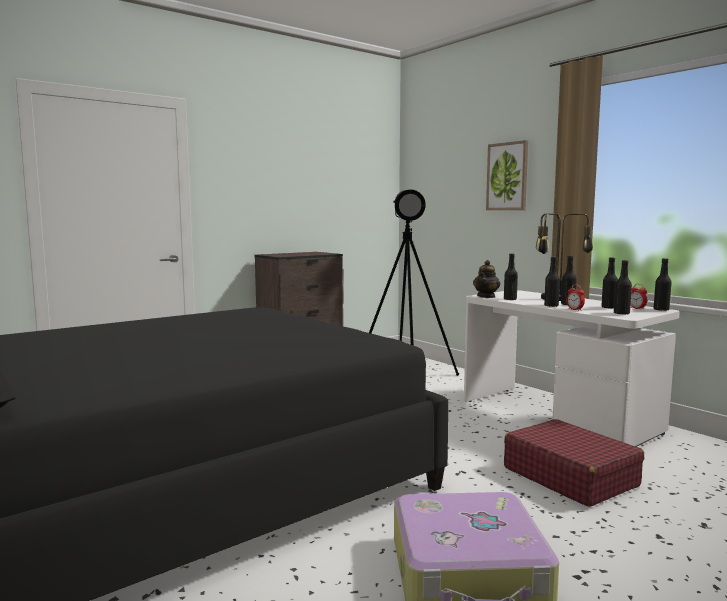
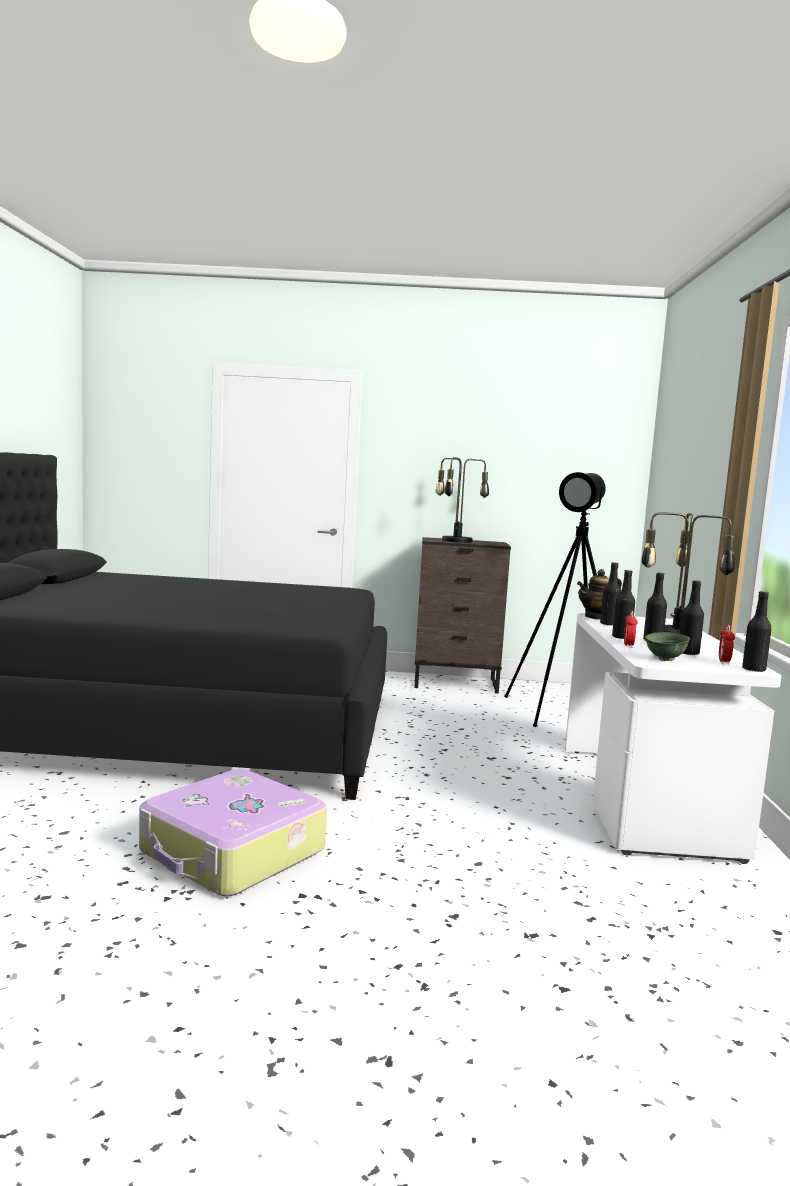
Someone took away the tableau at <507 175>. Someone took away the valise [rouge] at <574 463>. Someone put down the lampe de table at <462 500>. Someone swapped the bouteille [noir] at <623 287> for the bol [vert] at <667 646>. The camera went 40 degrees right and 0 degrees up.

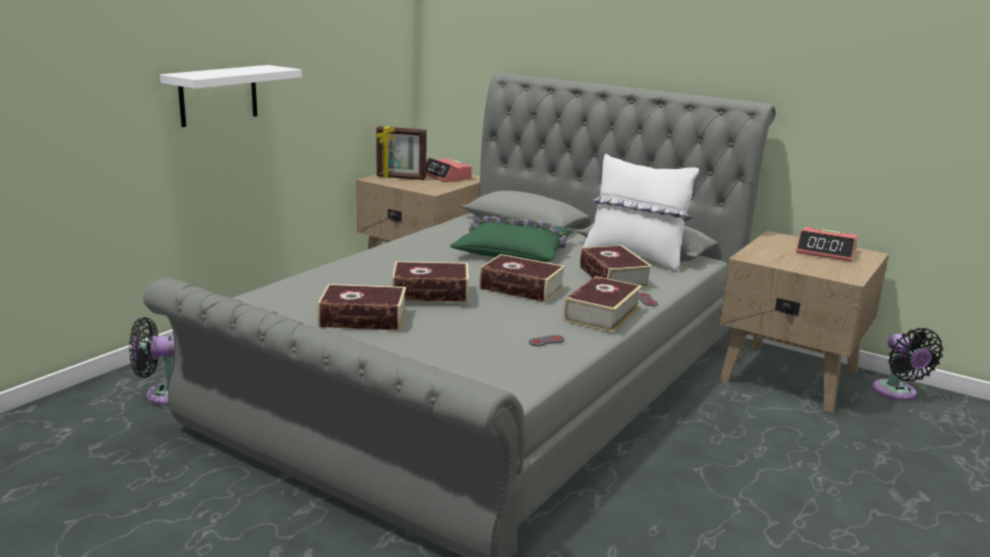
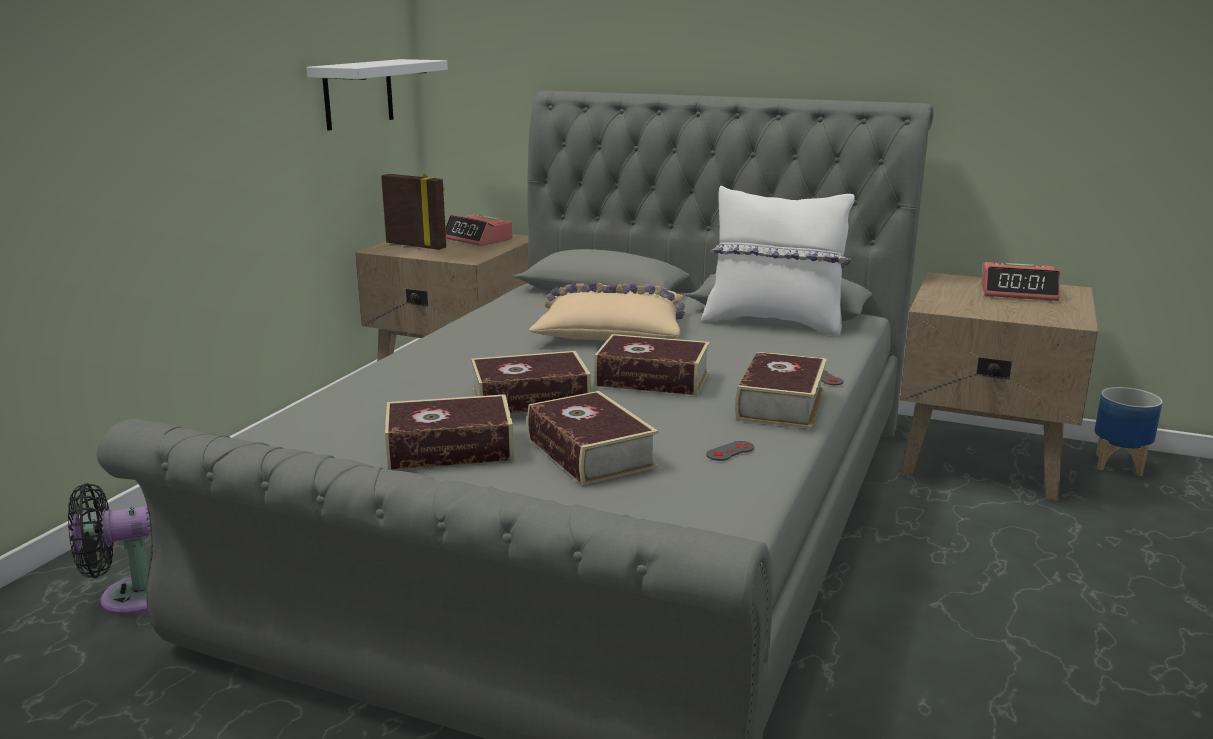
Someone carried the étagère [blanc] from <231 96> to <377 95>. Someone carried the livre from <616 266> to <592 438>. Someone swapped the ventilateur [noir] at <907 364> for the cache-pot at <1129 431>. Someone repainted the coussin [vert] at <511 239>, which became the coussin [beige] at <607 311>. Someone rotated the cadre photo at <401 153> by 150 degrees counterclockwise. The camera went 10 degrees left and 0 degrees up.

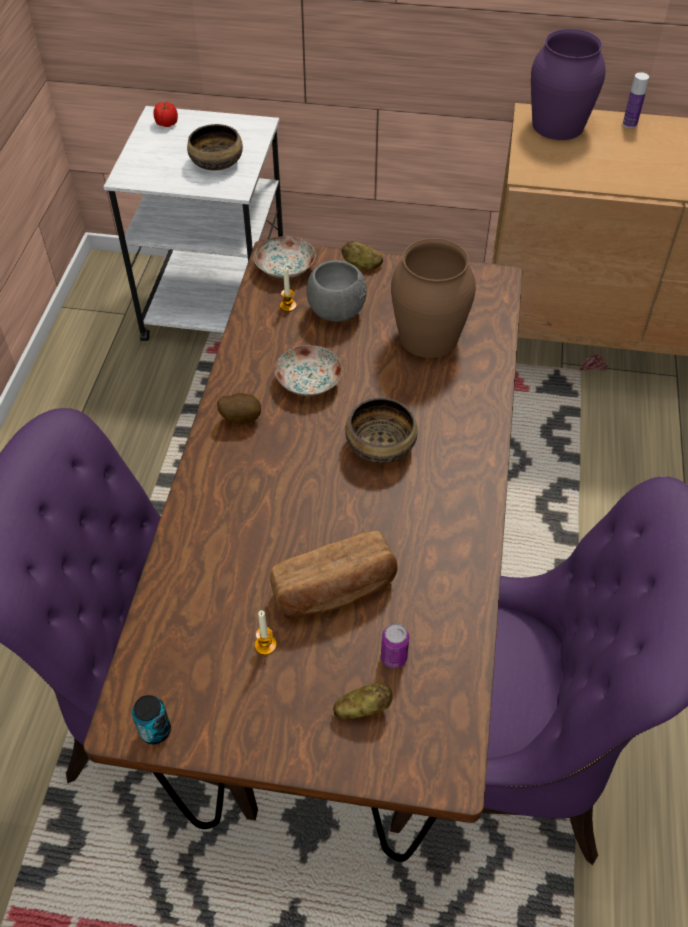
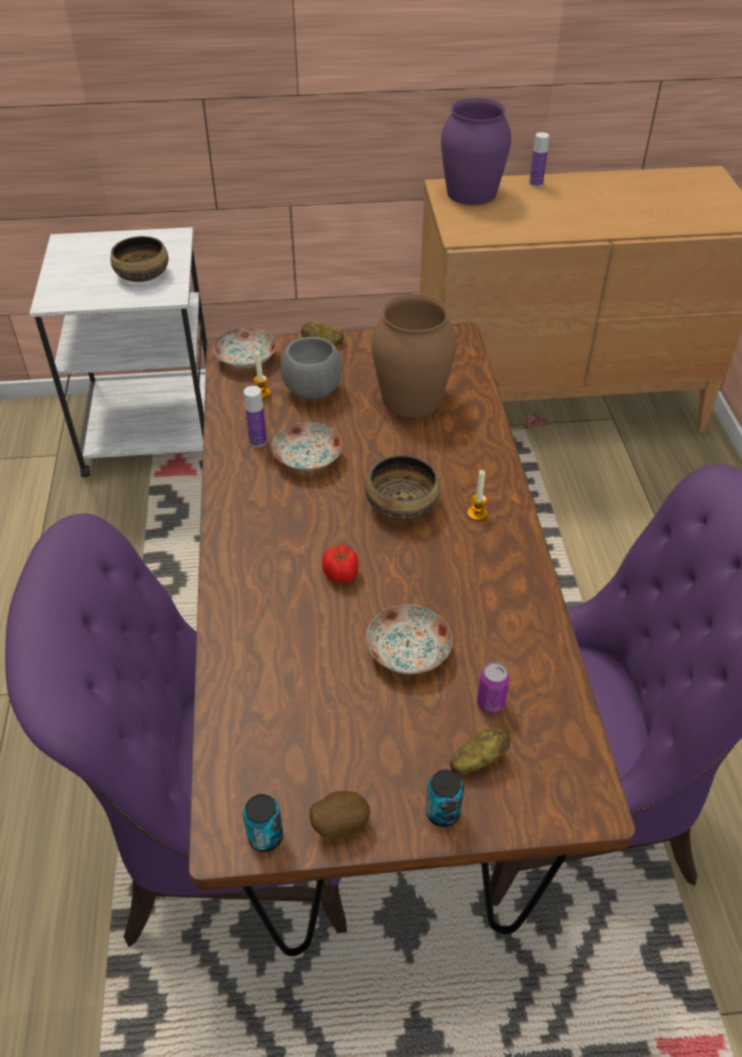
Someone put down the bouteille at <255 416>. Someone put down the boîte métallique at <445 798>. Someone carried the tomate from <166 114> to <340 564>. Someone carried the pomme de terre from <239 408> to <339 815>. Someone carried the bougie from <266 632> to <477 495>. Someone swapped the pain at <333 574> for the assiette at <409 639>. The camera went 15 degrees left and 5 degrees down.

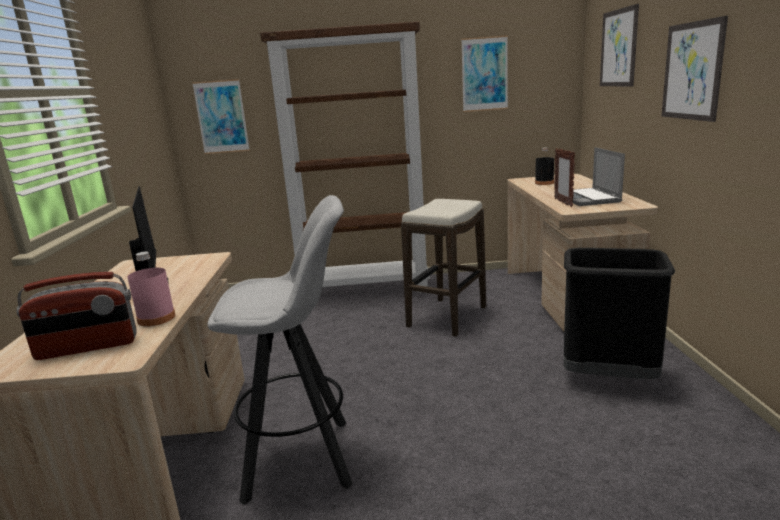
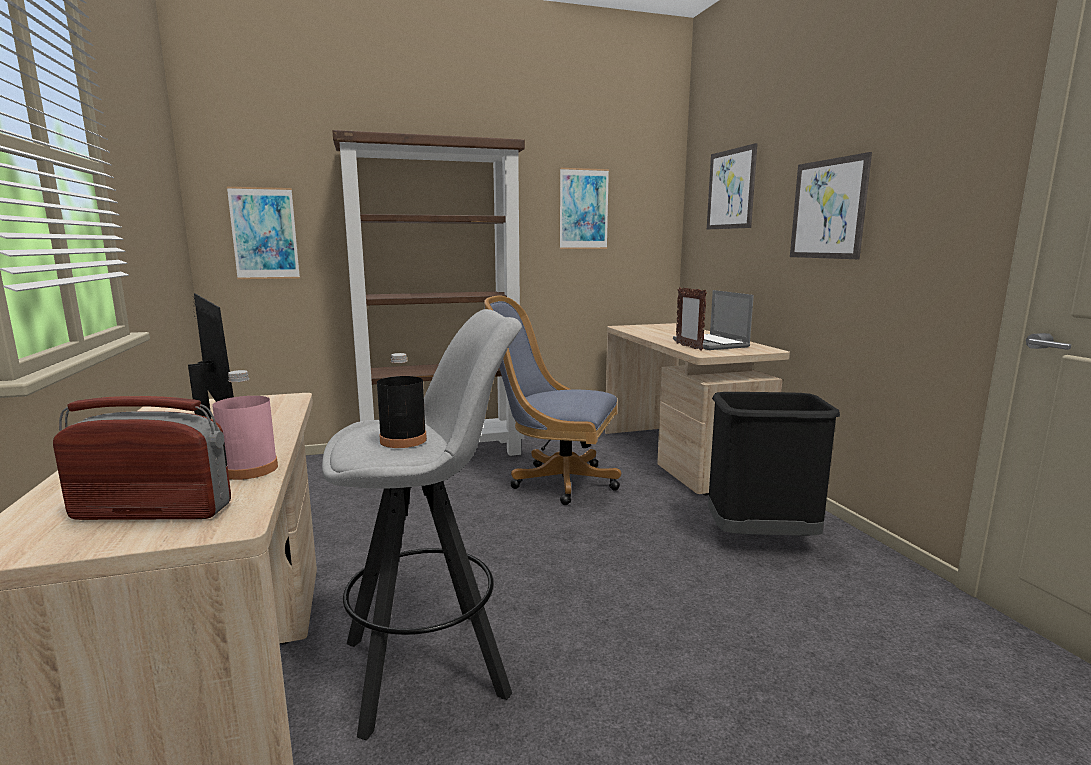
Someone carried the bouteille [noir] from <544 166> to <402 400>. Someone swapped the tabouret at <443 268> for the chaise de bureau [bleu] at <552 400>. Someone rotated the radio at <76 316> by 150 degrees counterclockwise. The camera went 15 degrees left and 5 degrees down.

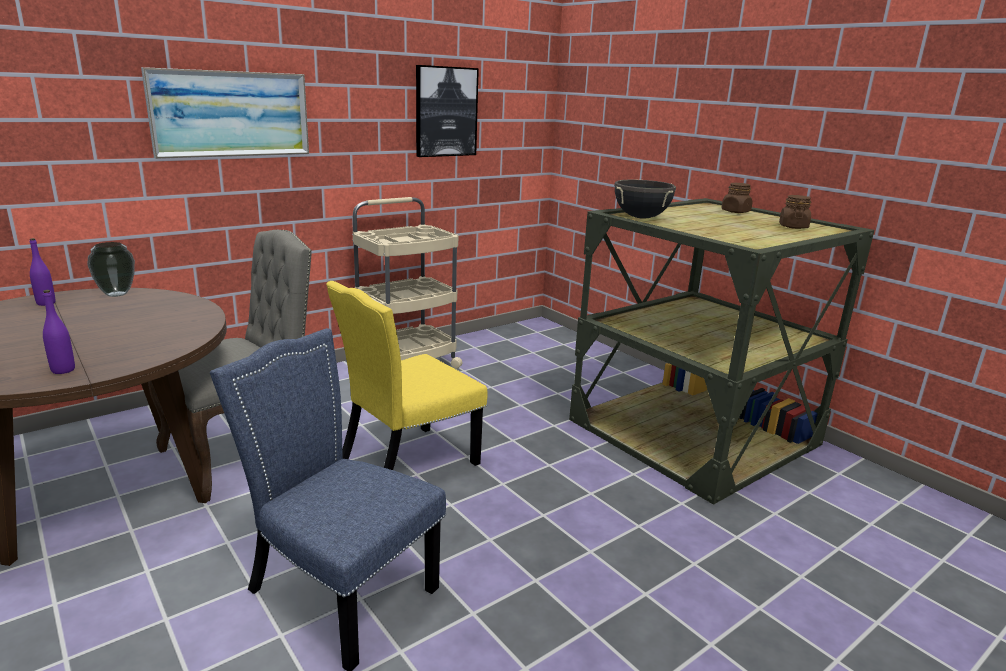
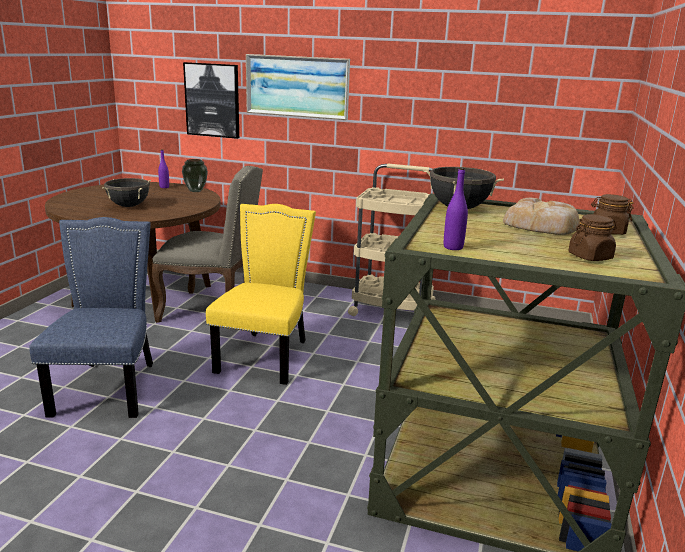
Someone put down the marmite [noir] at <126 192>. Someone put down the pain at <541 216>. Someone carried the bouteille [violet] from <59 332> to <456 208>. Someone carried the tableau from <447 111> to <211 100>. Someone rotated the chaise [jaune] at <406 375> by 90 degrees clockwise. The camera went 55 degrees right and 0 degrees up.

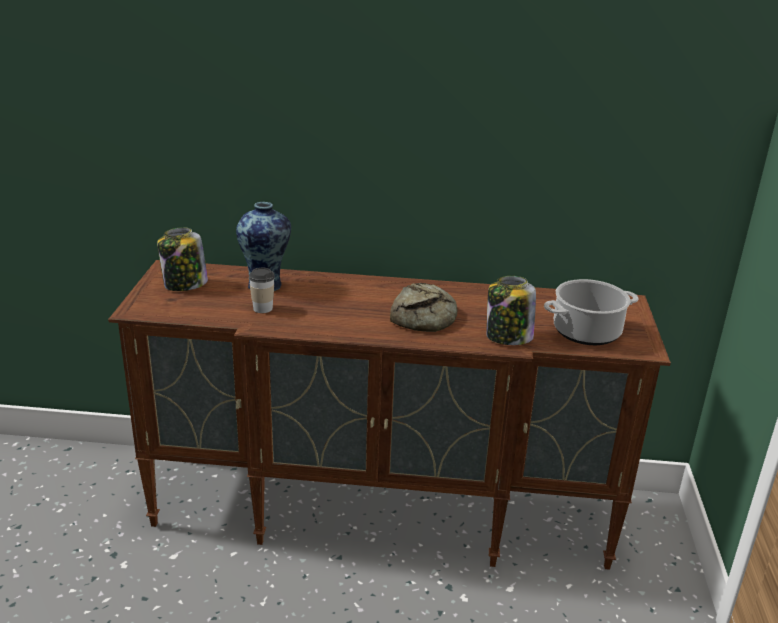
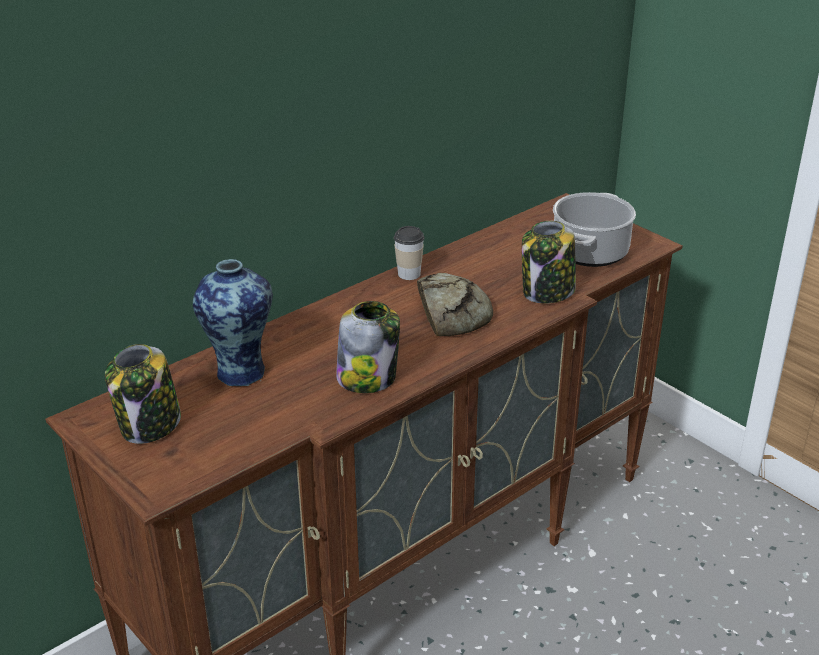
Someone put down the bocal at <368 347>. Someone carried the tasse from <262 290> to <409 253>. The camera went 45 degrees left and 5 degrees up.

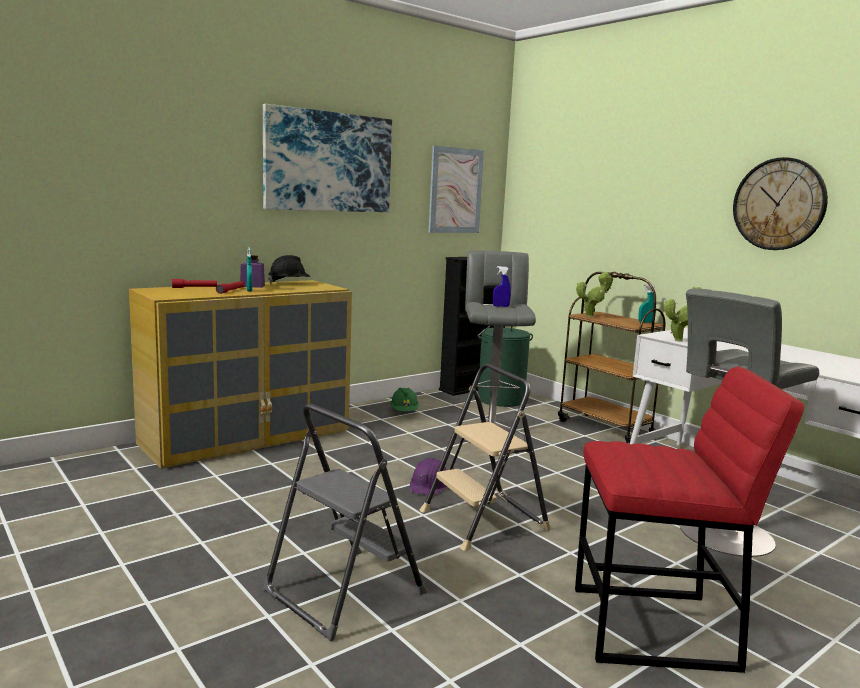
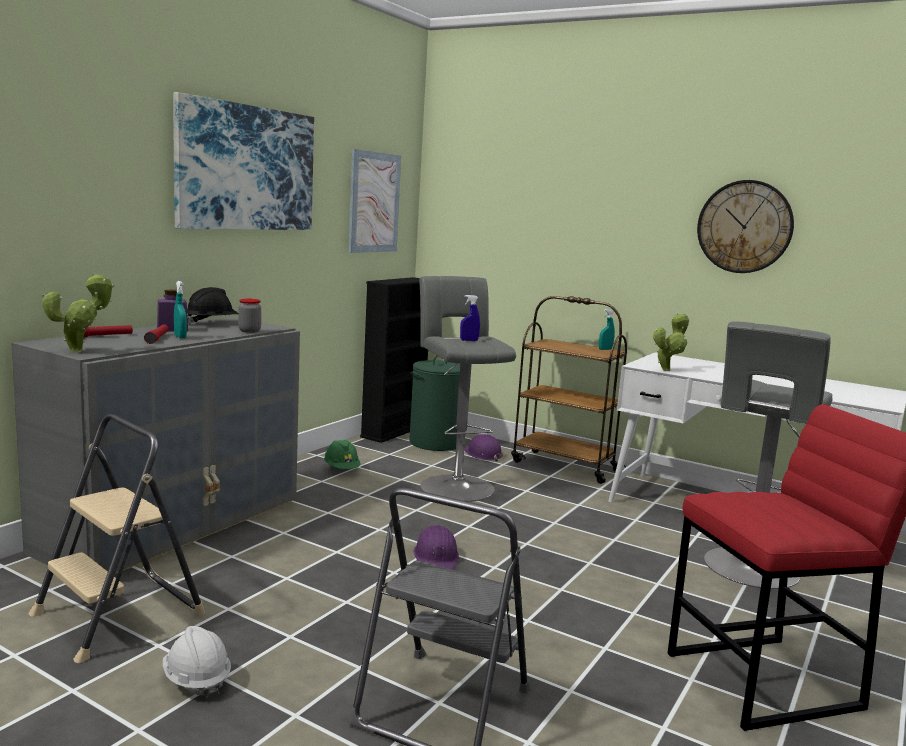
Someone put down the casque de chantier [blanc] at <197 662>. Someone put down the bocal at <249 316>. Someone put down the casque de chantier [violet] at <483 447>. Someone carried the escabeau [beige] from <485 457> to <116 538>. Someone carried the plante en pot from <594 294> to <78 313>. Someone repainted the meuble de rangement [jaune] at <240 374>, which became the meuble de rangement [gris] at <156 445>. The camera went 20 degrees left and 0 degrees up.

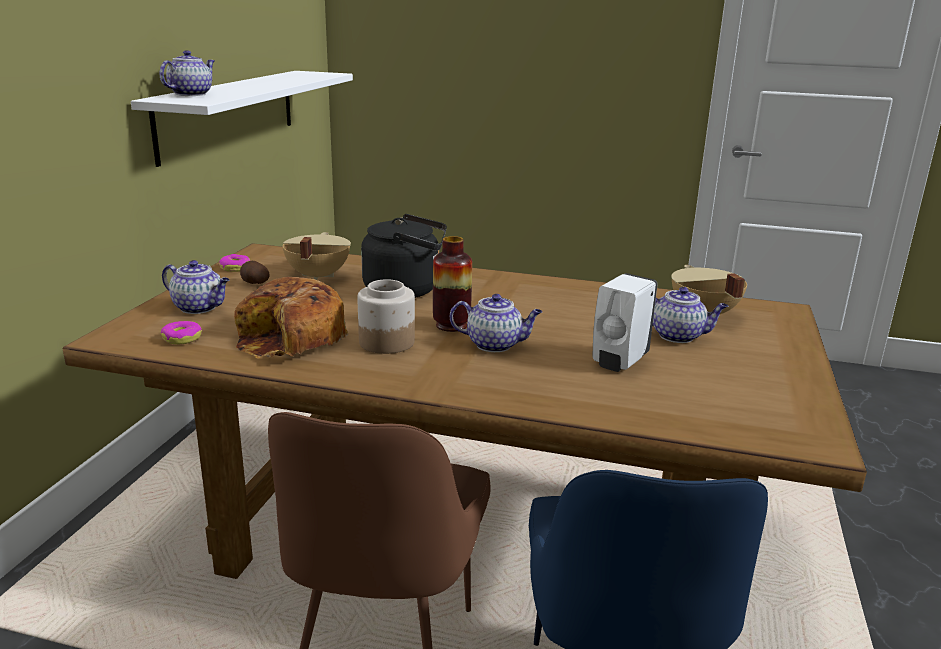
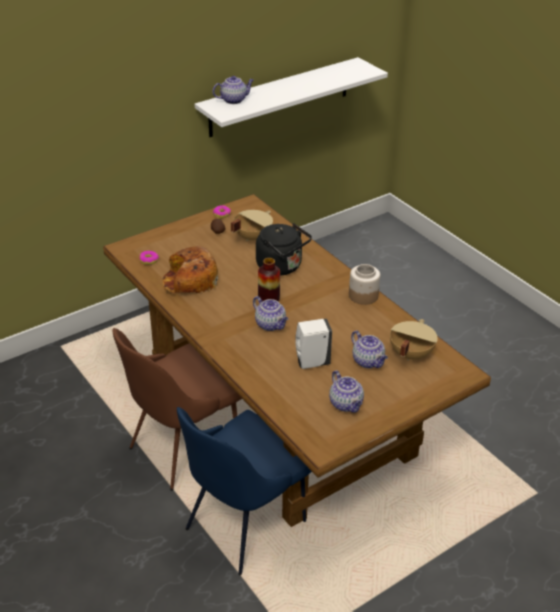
Someone carried the théière from <196 287> to <346 391>. Someone carried the bocal from <386 316> to <364 284>. The camera went 40 degrees right and 15 degrees up.

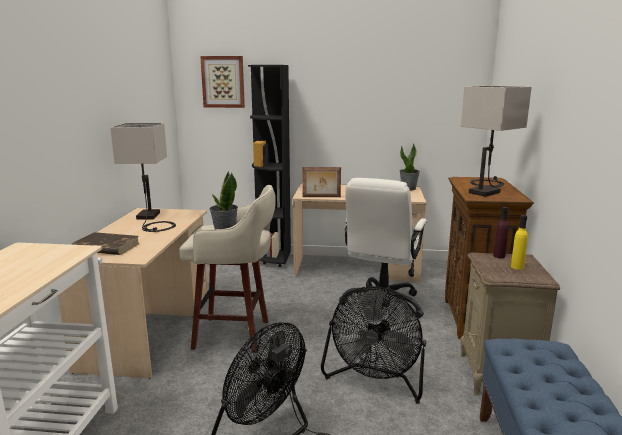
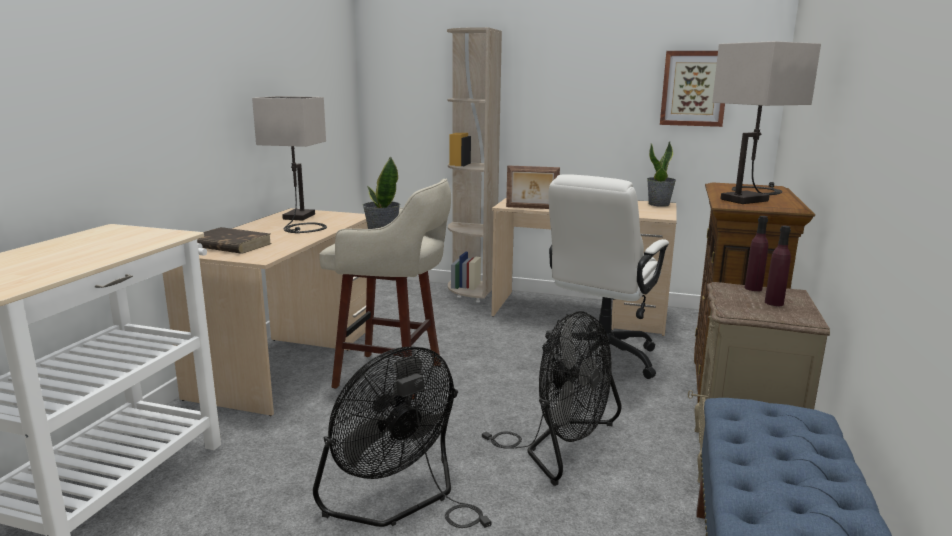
Someone carried the tableau from <222 82> to <692 89>. Someone repainted the bibliothèque [noir] at <269 166>, which became the bibliothèque [beige] at <474 165>. Someone repainted the bouteille [jaune] at <519 242>, which became the bouteille [violet] at <778 266>. Someone rotated the ventilateur [noir] at <373 345> by 90 degrees counterclockwise. The camera went 10 degrees right and 0 degrees up.

